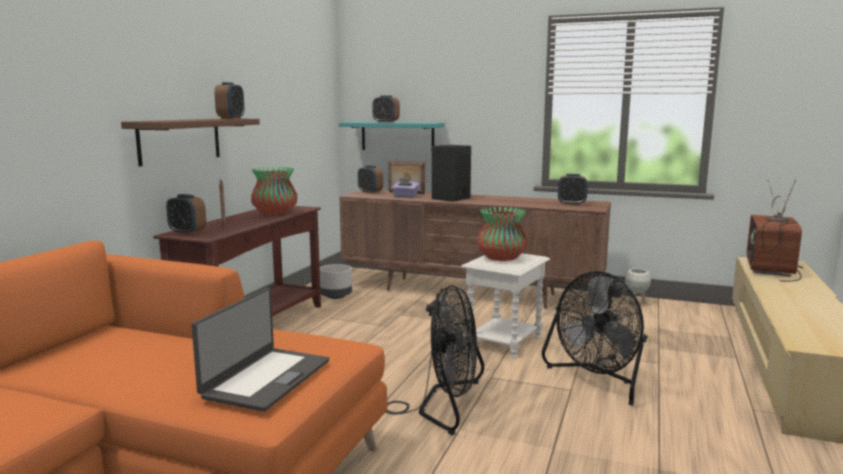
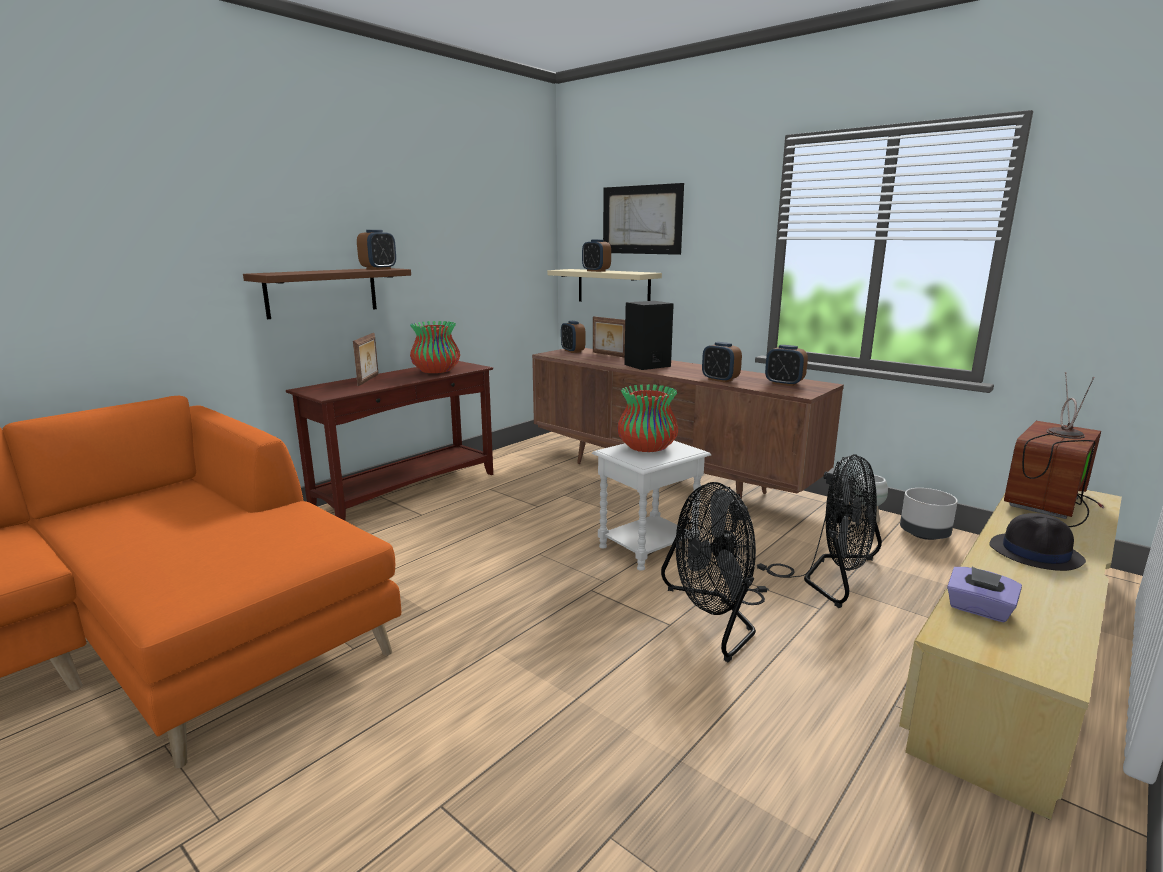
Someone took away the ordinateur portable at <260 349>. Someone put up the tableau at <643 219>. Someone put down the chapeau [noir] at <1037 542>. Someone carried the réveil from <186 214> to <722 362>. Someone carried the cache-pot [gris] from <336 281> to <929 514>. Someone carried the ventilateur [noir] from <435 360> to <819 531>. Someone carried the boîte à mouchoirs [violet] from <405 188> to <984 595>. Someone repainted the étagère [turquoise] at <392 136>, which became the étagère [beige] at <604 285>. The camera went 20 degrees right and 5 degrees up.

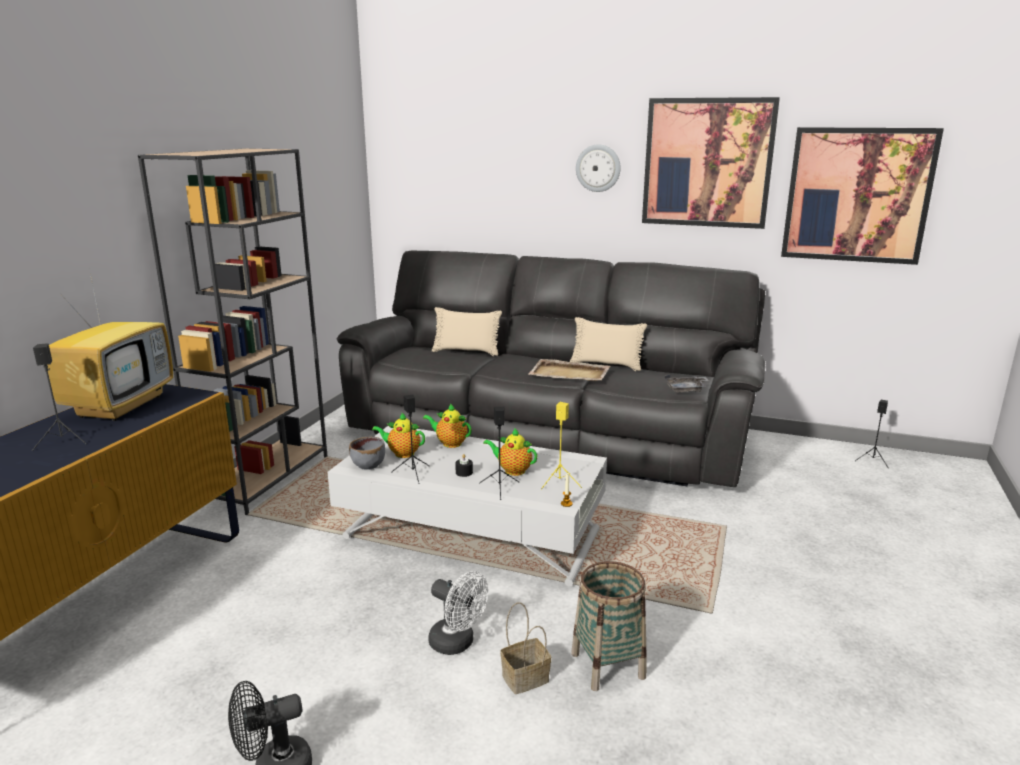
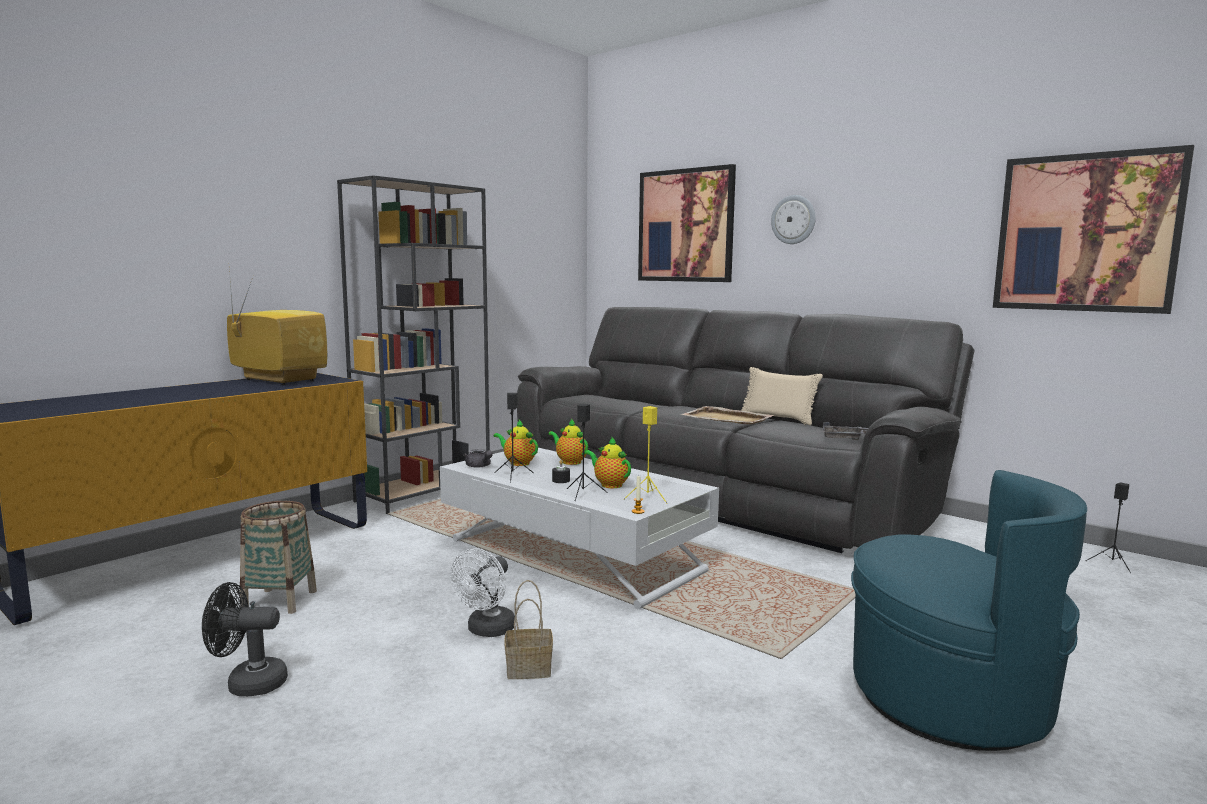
Someone took away the enceinte [noir] at <59 397>. Someone took away the coussin [beige] at <467 331>. Someone put down the fauteuil [turquoise] at <969 610>. Someone carried the panier from <608 626> to <278 557>. Someone carried the tableau from <711 163> to <687 223>. Someone swapped the bol [gris] at <367 453> for the théière [gris] at <478 458>. Someone rotated the téléviseur at <110 349> by 90 degrees counterclockwise. Someone rotated the ventilateur [blanc] at <458 613> by 60 degrees clockwise. The camera went 20 degrees right and 10 degrees down.

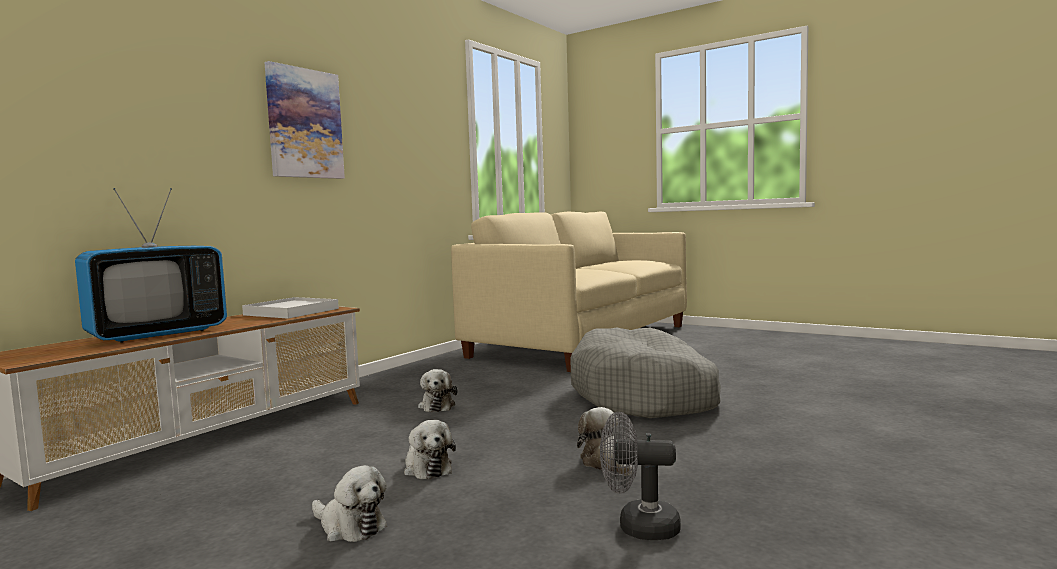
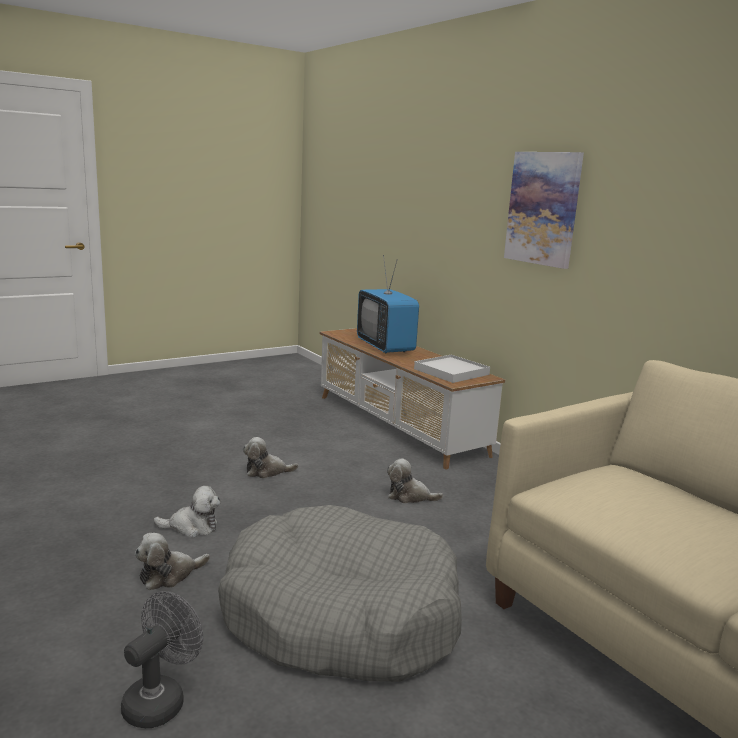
Someone carried the peluche from <349 503> to <172 561>. Someone carried the ventilateur [gris] from <640 476> to <162 659>. The camera went 110 degrees right and 10 degrees up.

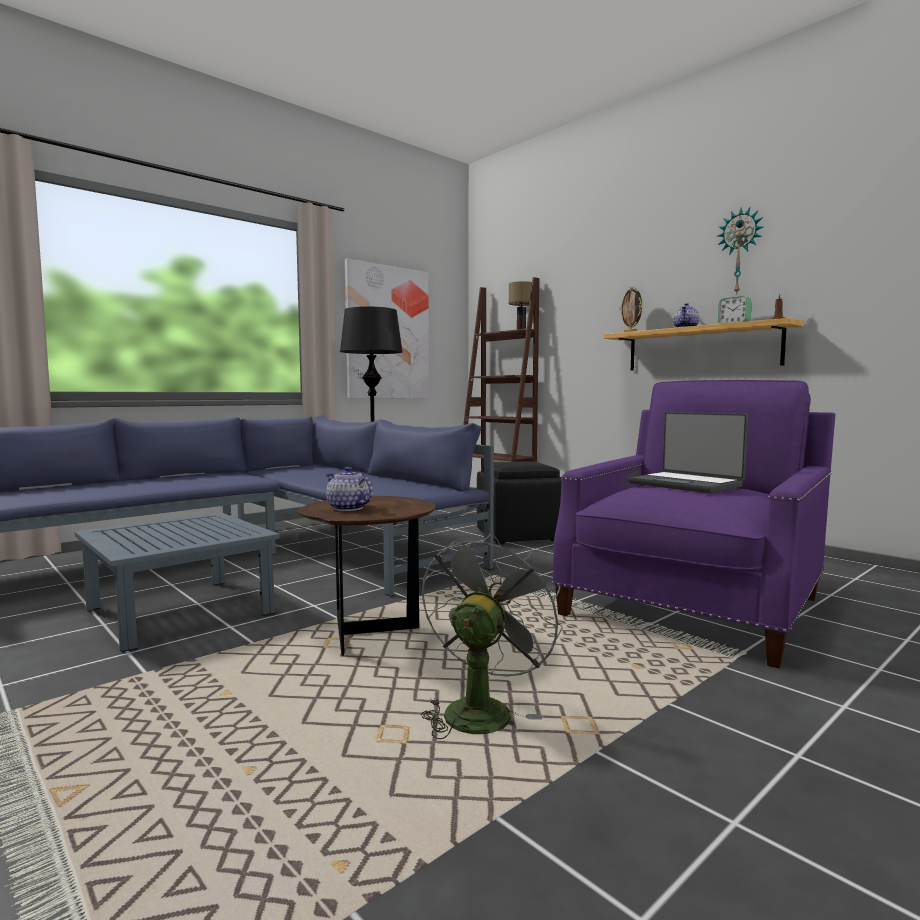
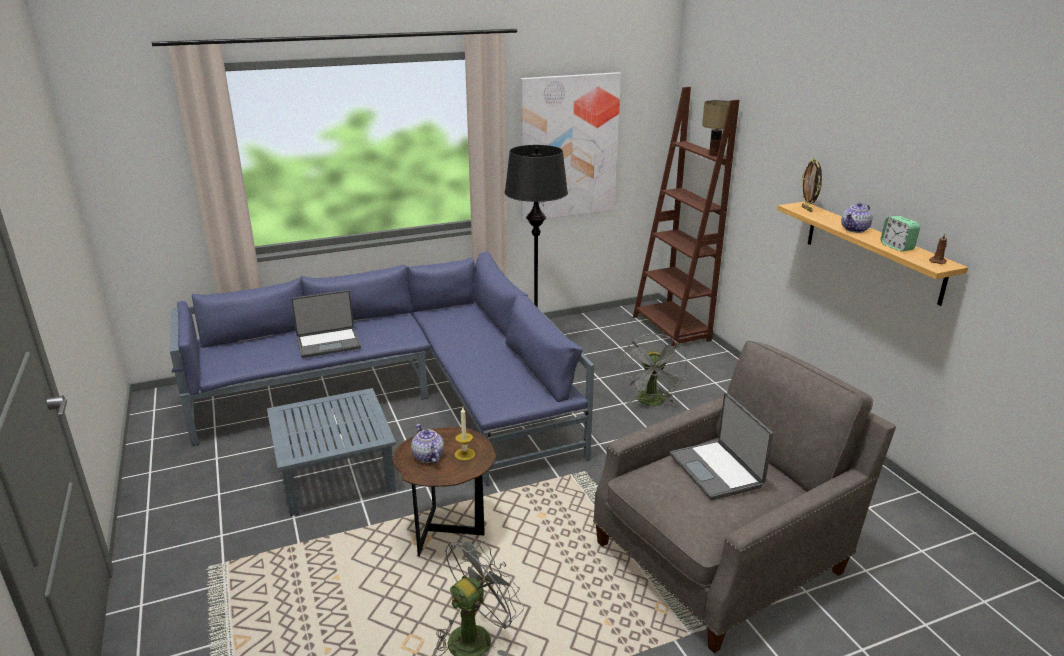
Someone took away the horloge murale at <740 251>. Someone put down the ordinateur portable at <326 324>. Someone put down the bougie at <465 434>. Someone swapped the pouf [noir] at <519 503> for the ventilateur [gris] at <654 369>. Someone repainted the fauteuil [violet] at <694 524>, which became the fauteuil [gris] at <744 497>. The camera went 20 degrees right and 20 degrees up.

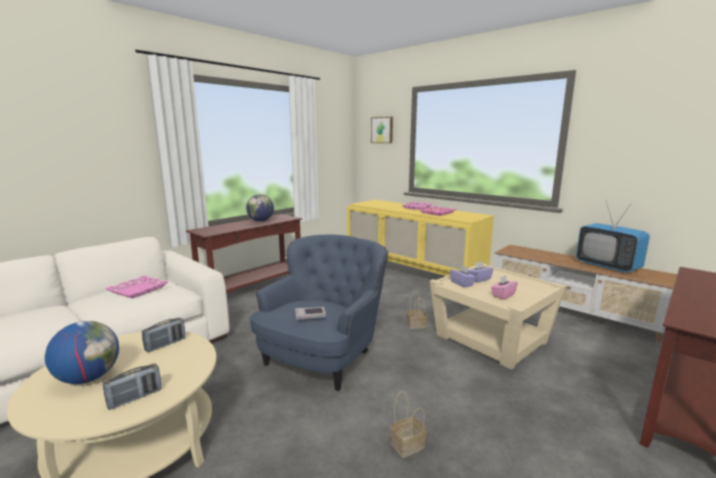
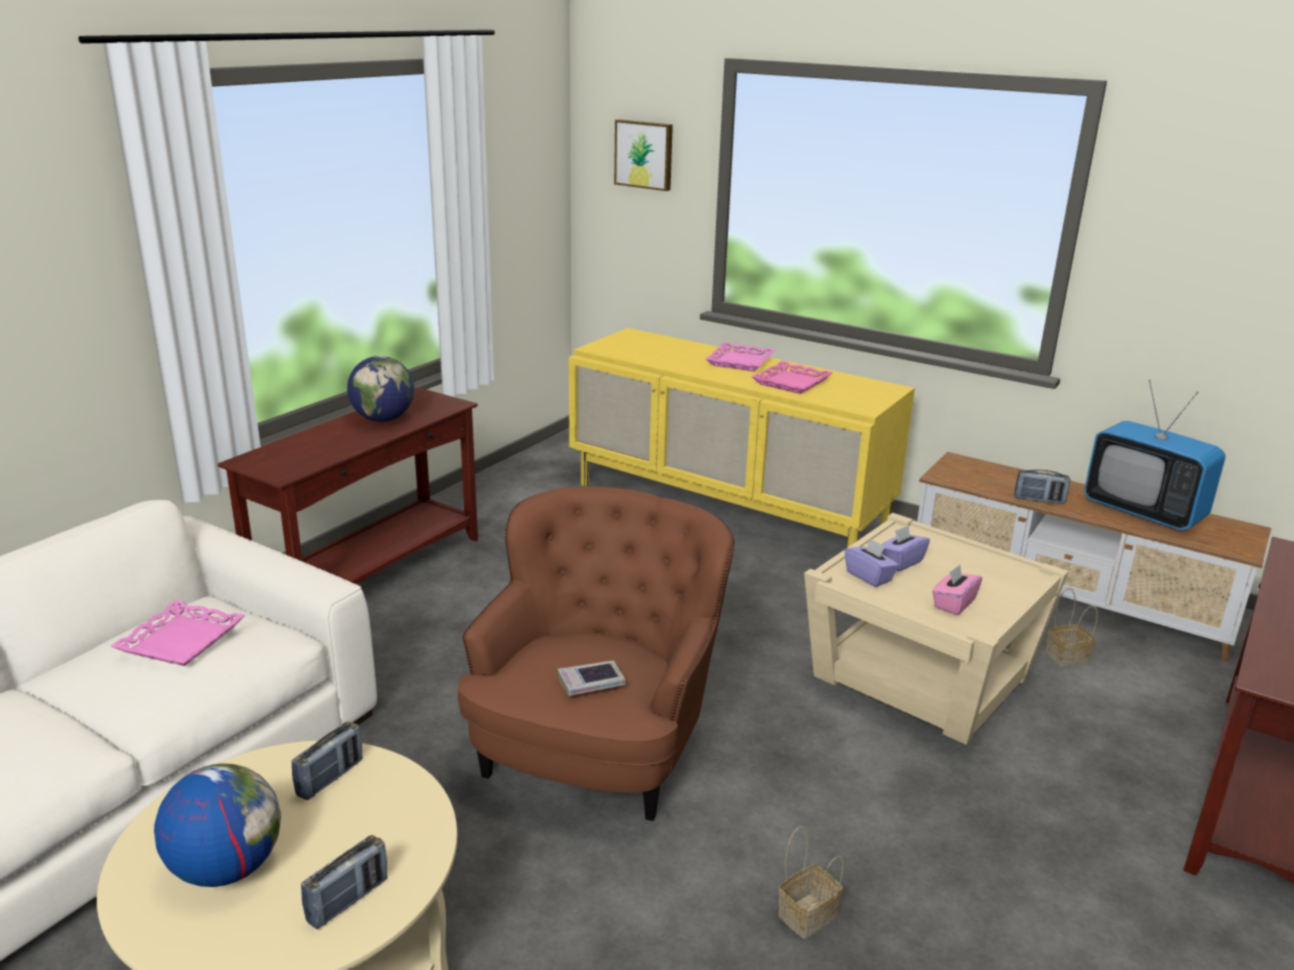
Someone put down the radio at <1042 487>. Someone carried the panier from <416 310> to <1071 627>. Someone repainted the fauteuil [bleu] at <319 313>, which became the fauteuil [marron] at <596 654>. The camera went 10 degrees left and 10 degrees up.

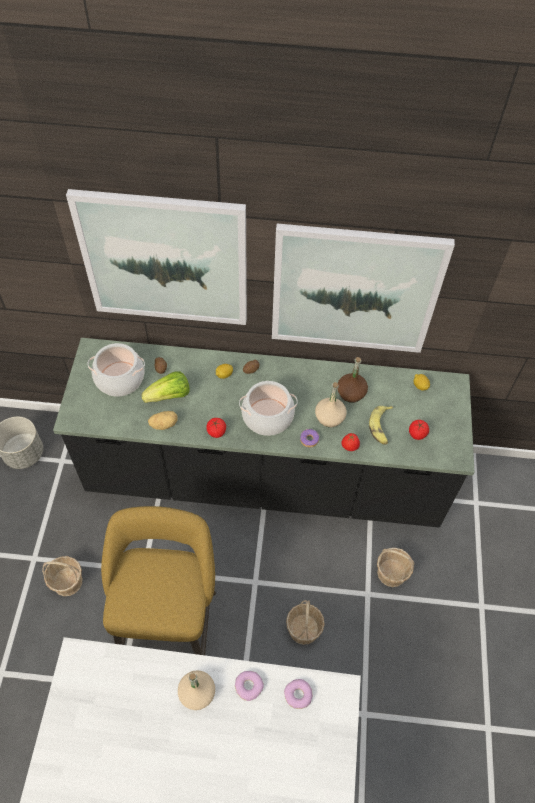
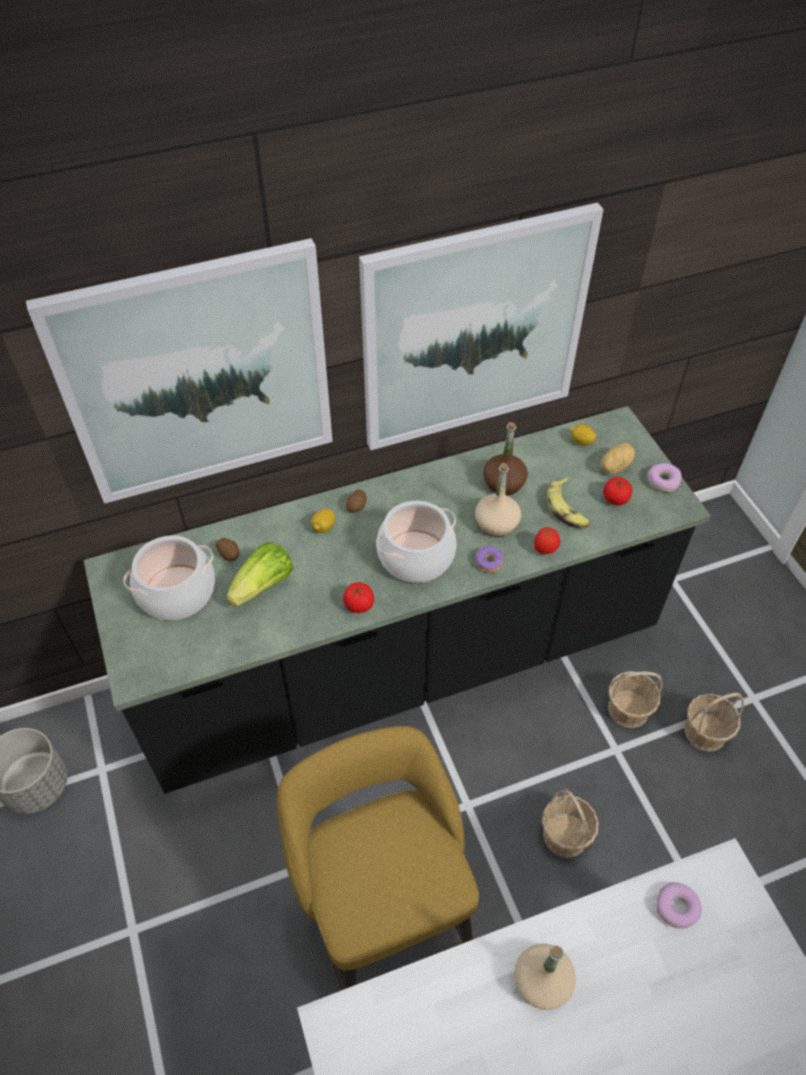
Someone carried the panier from <62 576> to <714 722>. Someone carried the pomme de terre from <162 420> to <618 458>. Someone carried the beignet from <249 686> to <664 477>. The camera went 25 degrees left and 5 degrees down.

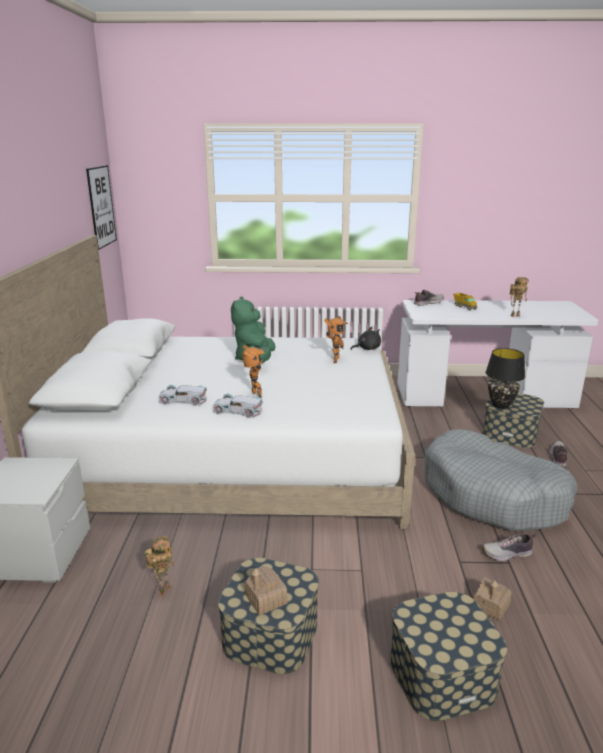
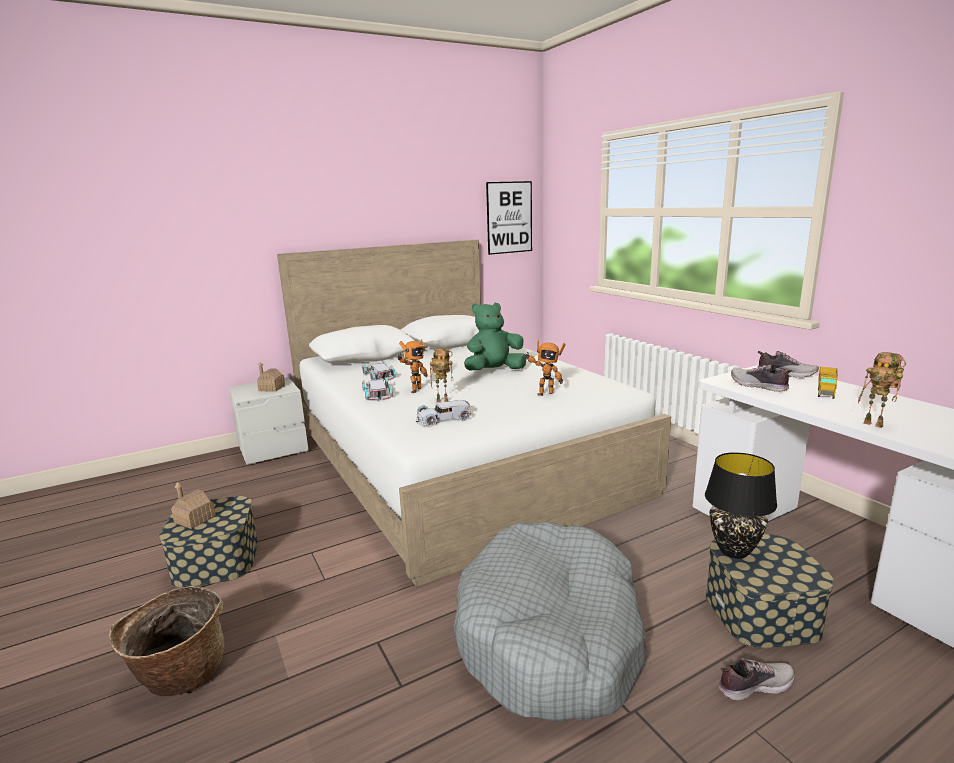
Someone took away the peluche [noir] at <366 338>. Someone put down the petite voiture [blanc] at <443 413>. Someone carried the robot jouet from <160 566> to <441 375>. Someone carried the maison miniature from <492 599> to <271 377>. Someone carried the chaussure from <509 547> to <761 378>. Someone swapped the boîte de rangement at <448 656> for the panier at <166 641>. The camera went 60 degrees right and 5 degrees down.

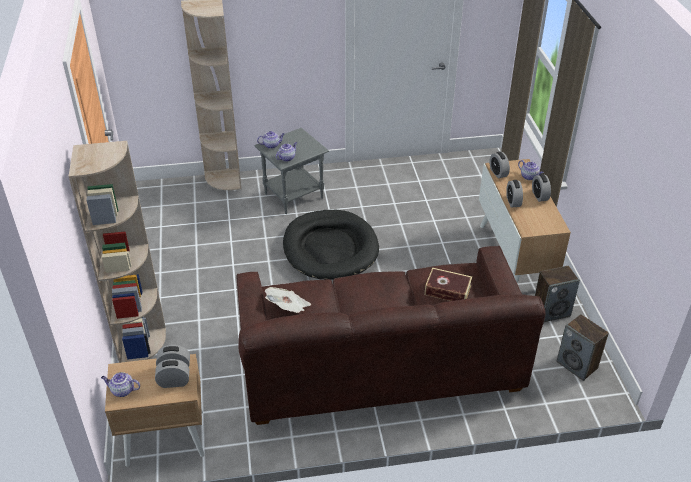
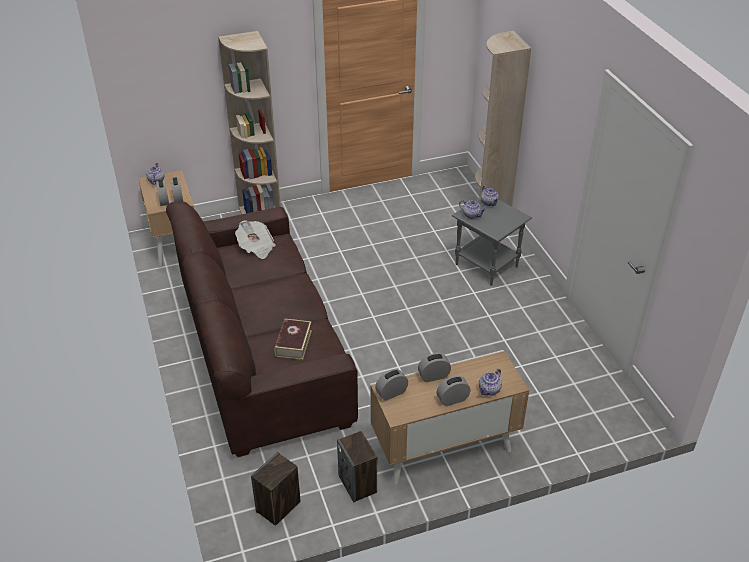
Someone took away the panier pour chien [noir] at <331 245>. Someone carried the réveil from <499 165> to <391 385>. The camera went 80 degrees right and 0 degrees up.

